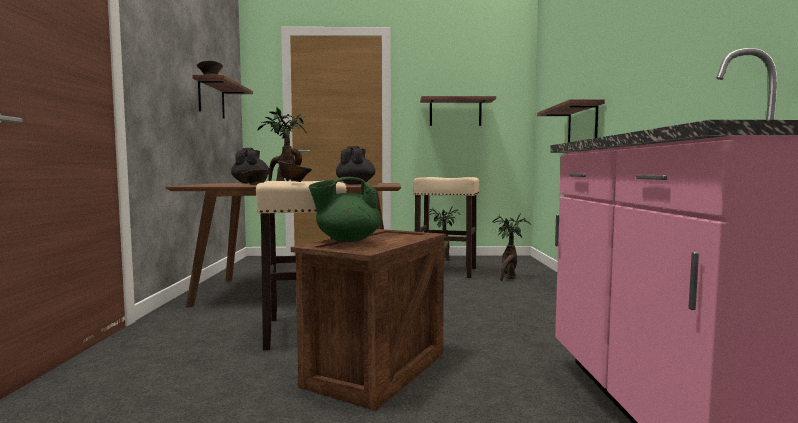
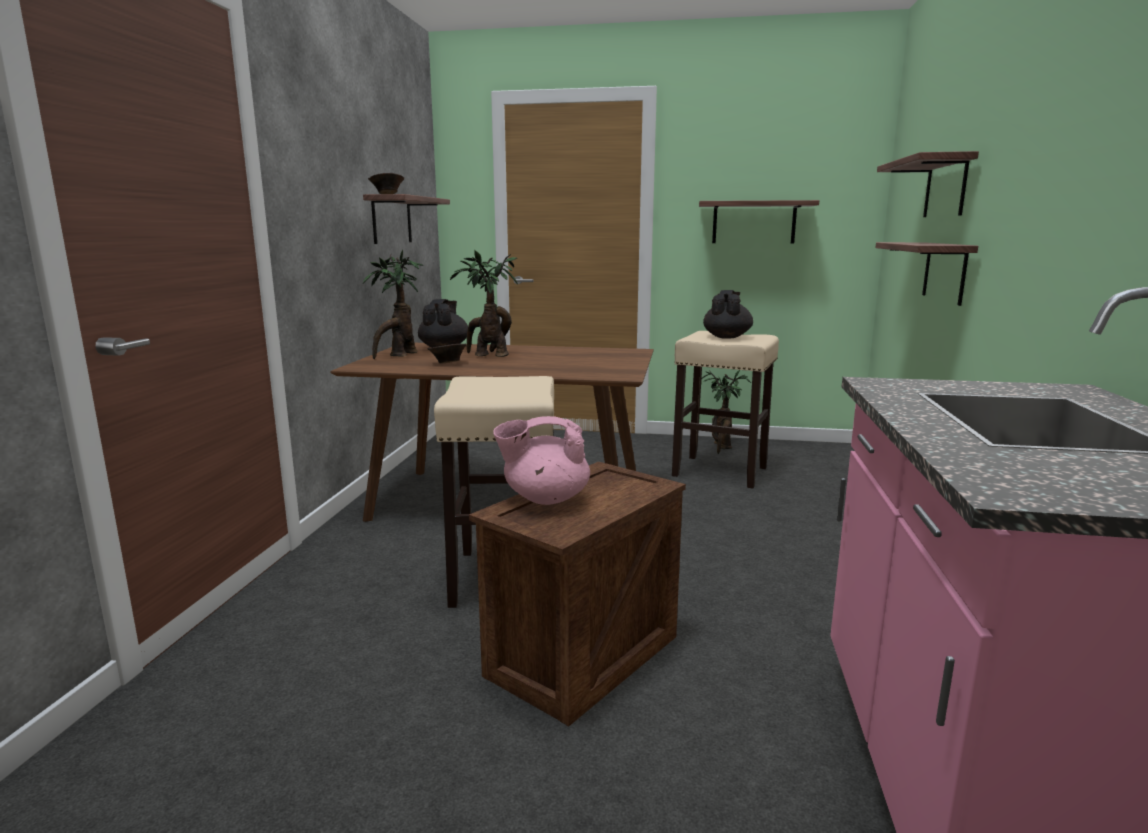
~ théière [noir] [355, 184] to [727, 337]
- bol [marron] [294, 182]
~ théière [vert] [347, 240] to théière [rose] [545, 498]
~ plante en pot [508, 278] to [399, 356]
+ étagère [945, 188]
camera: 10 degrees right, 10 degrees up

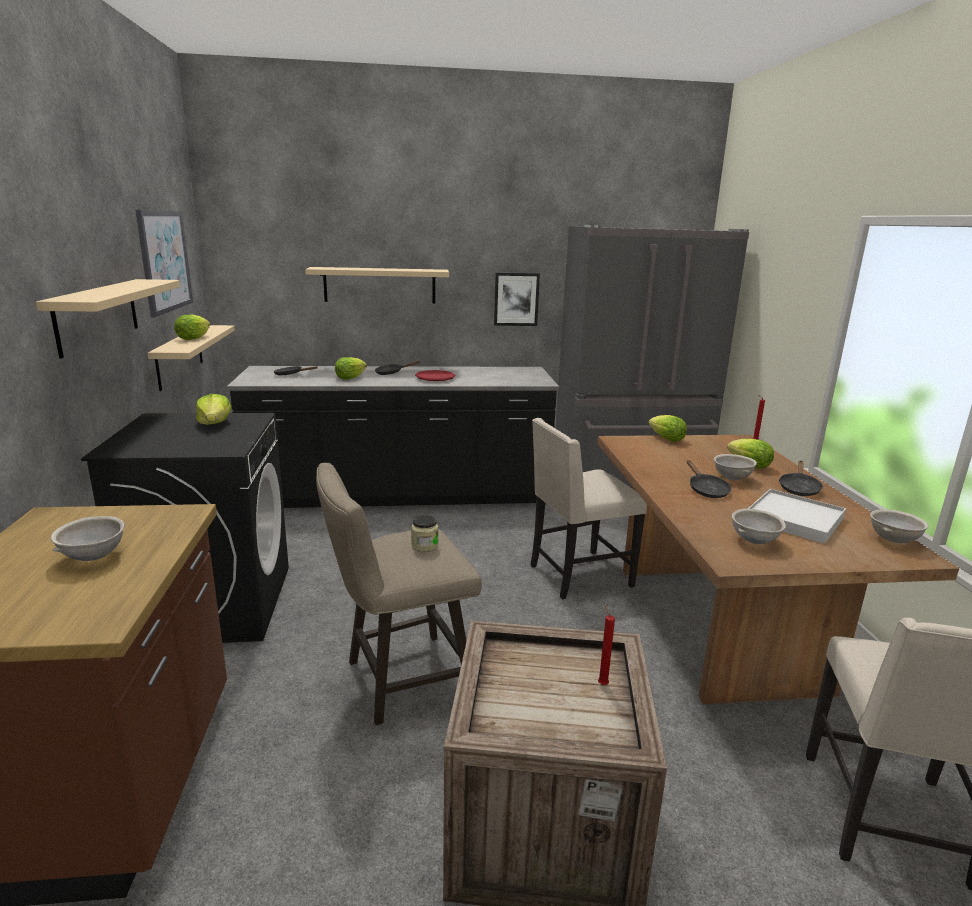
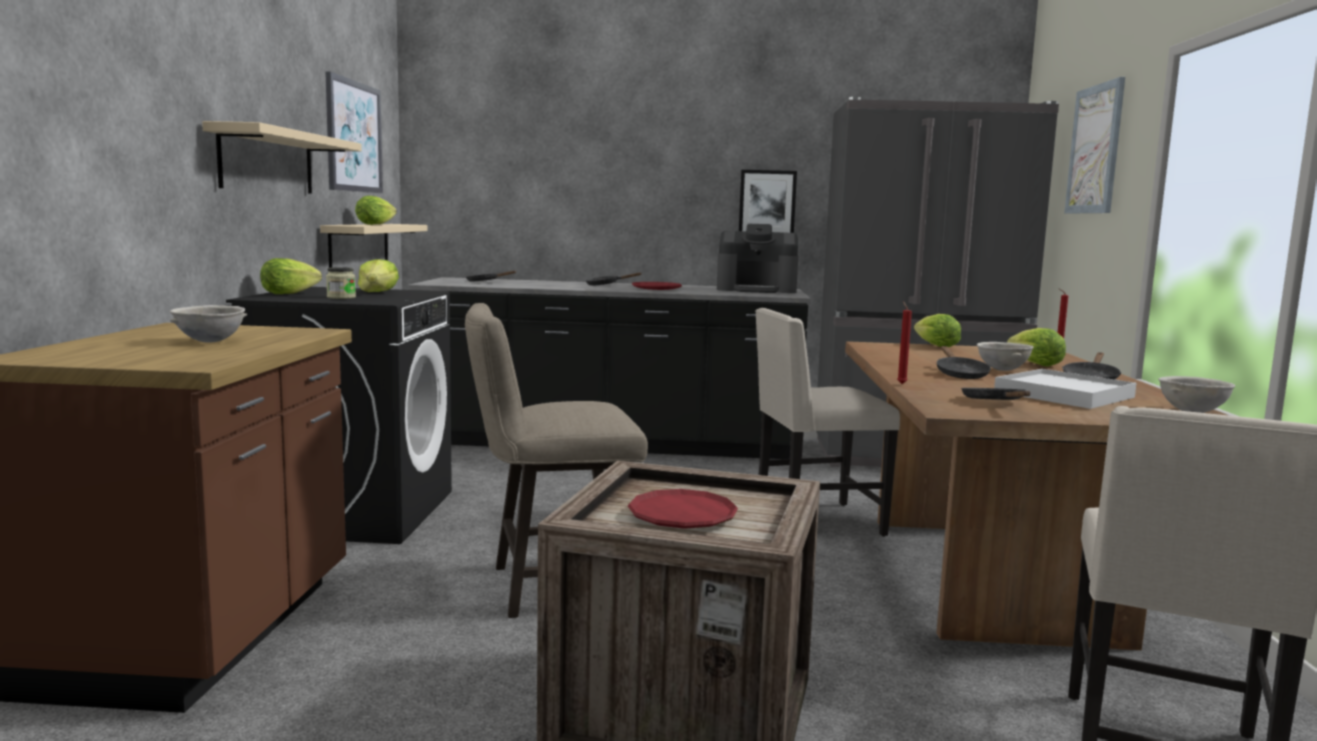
- étagère [beige] [380, 285]
~ laitue [350, 378] to [288, 293]
~ bol [gris] [755, 541] to poêle [noir] [995, 403]
~ bocal [424, 545] to [341, 297]
~ bougie [rouge] [602, 683] to [901, 383]
+ tableau [1095, 149]
+ machine à café [757, 290]
+ assiette [rouge] [682, 517]
camera: 10 degrees right, 10 degrees down

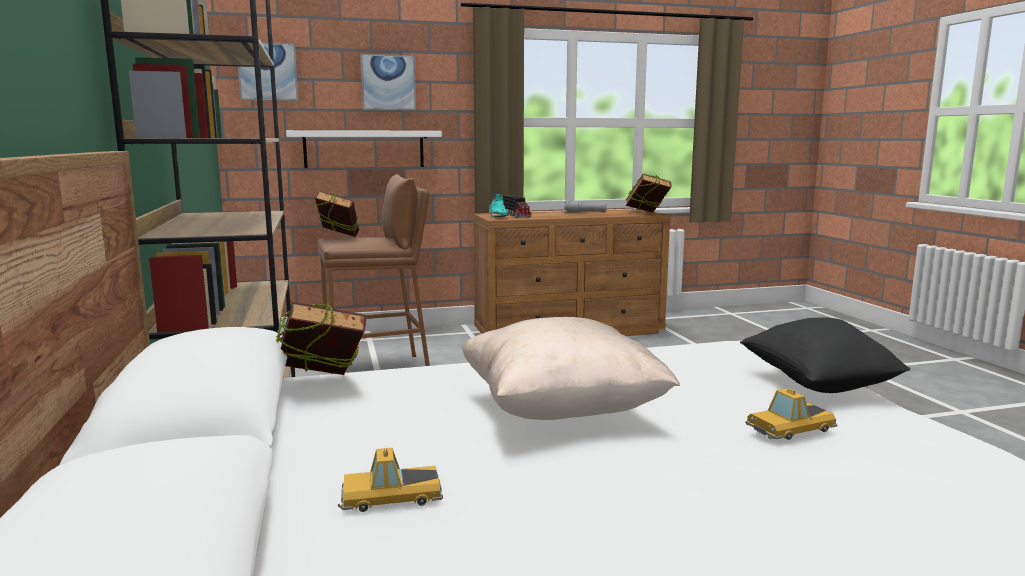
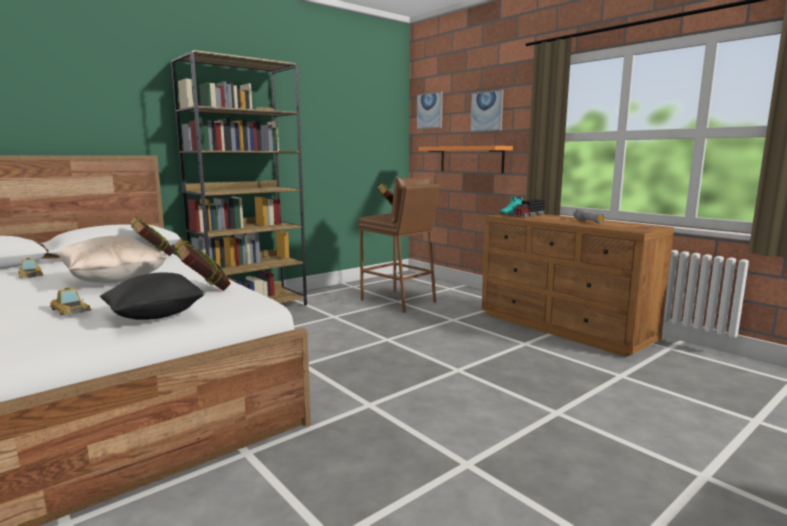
~ étagère [blanc] [364, 149] to étagère [orange] [471, 159]
~ livre [647, 214] to [204, 290]
camera: 65 degrees right, 0 degrees up

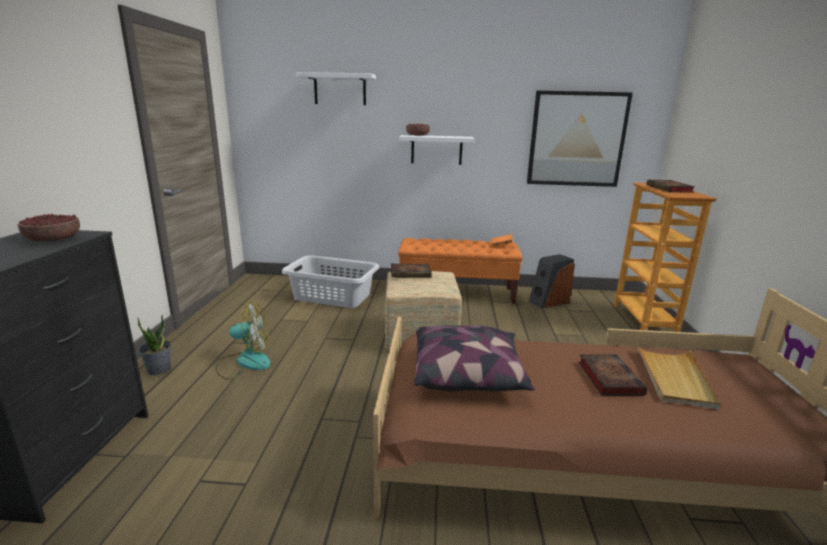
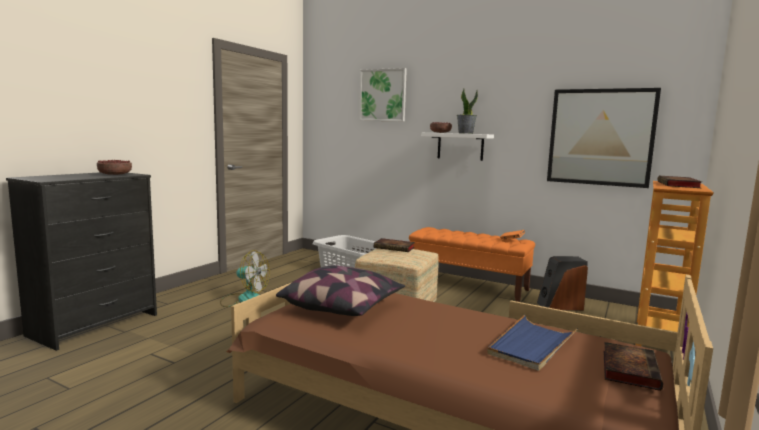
~ étagère [blanc] [340, 89] to tableau [383, 95]
~ plante en pot [159, 369] to [465, 133]
~ plateau [beige] [674, 378] to plateau [bleu] [531, 345]
~ livre [608, 377] to [628, 369]
camera: 25 degrees right, 10 degrees down

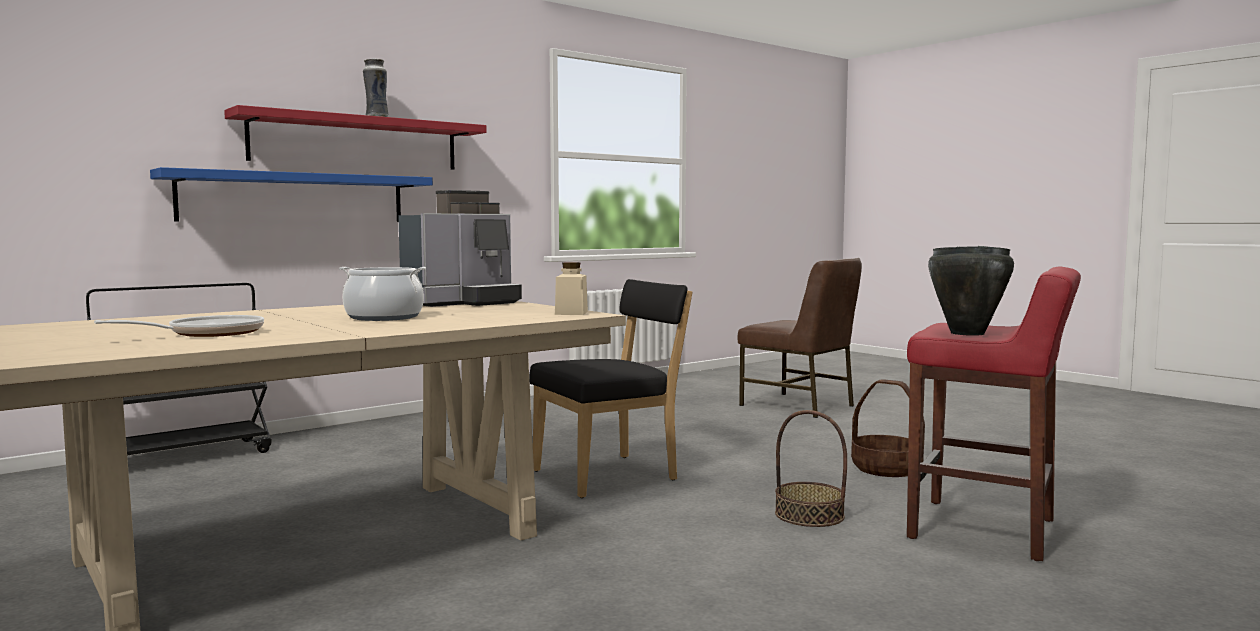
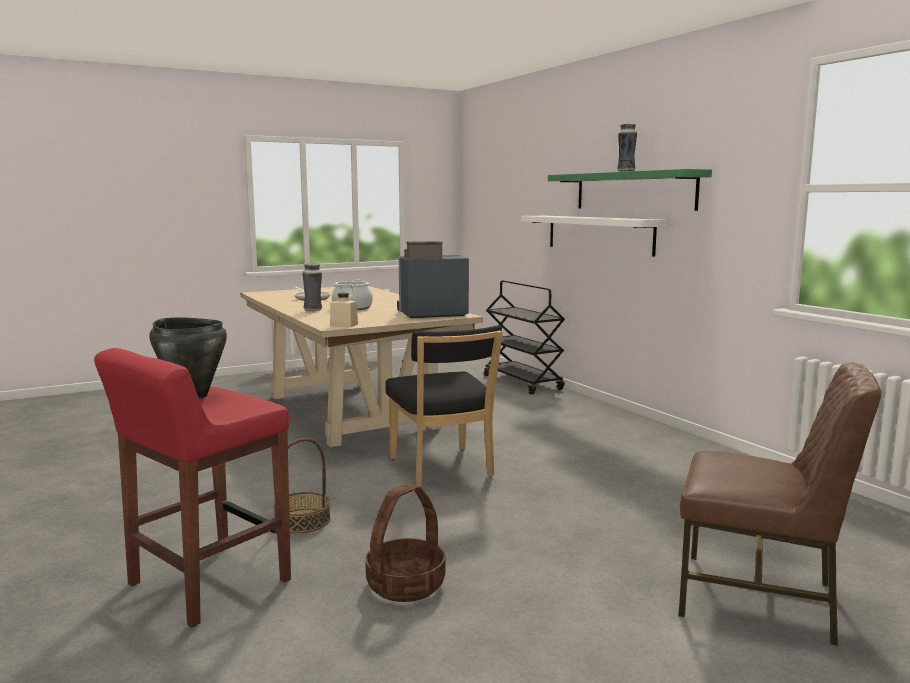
~ étagère [rouge] [357, 142] to étagère [vert] [633, 191]
~ étagère [bleu] [295, 198] to étagère [blanc] [598, 234]
~ machine à café [463, 302] = [430, 314] 105 degrees clockwise
~ chaise [marron] [799, 406] = [760, 599] 120 degrees counterclockwise
+ vase [313, 310]
camera: 100 degrees right, 5 degrees up

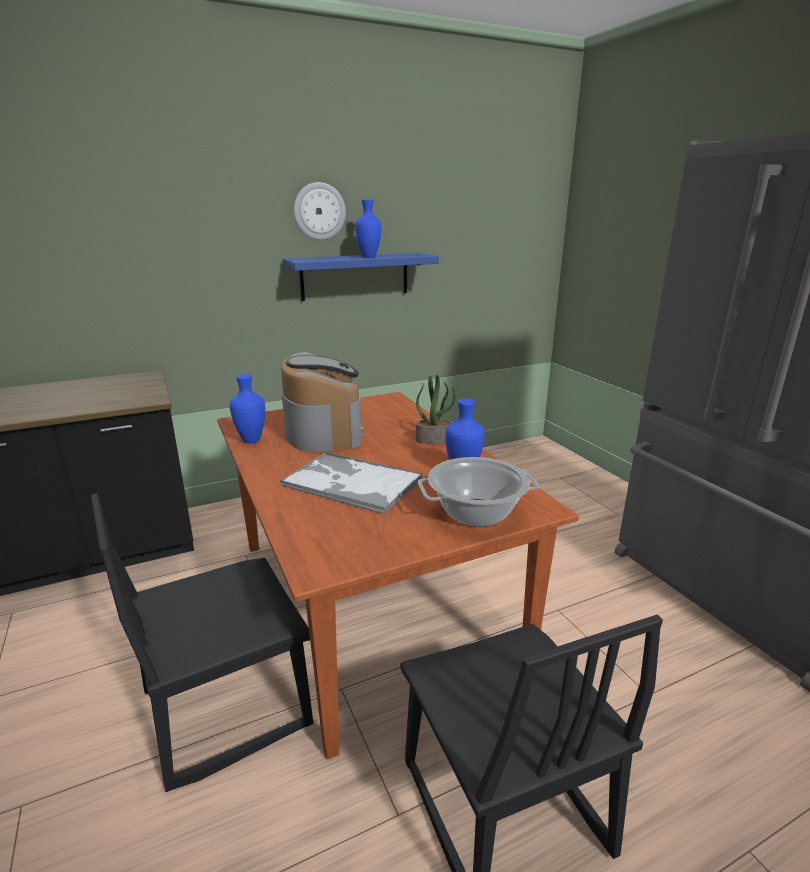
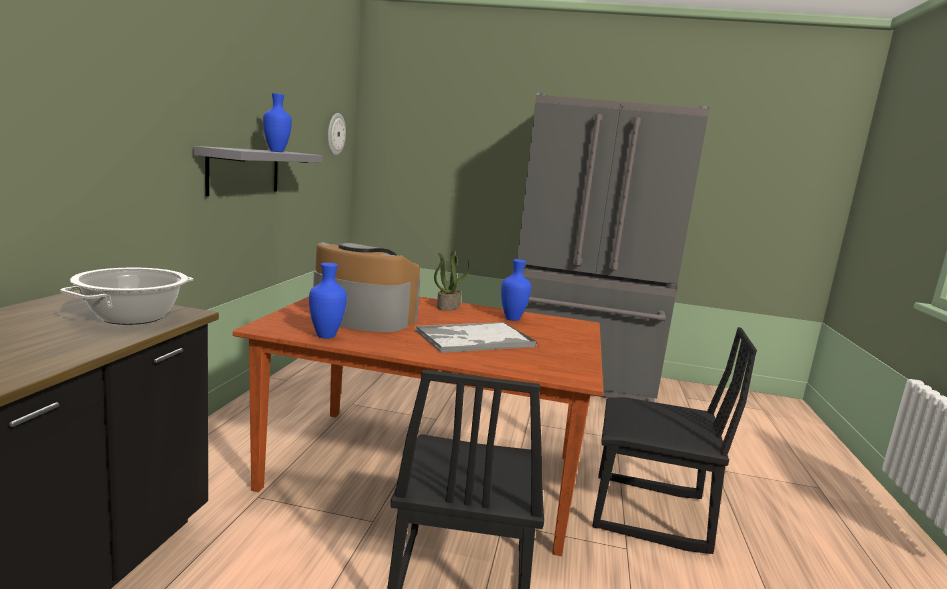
~ horloge murale [319, 211] to [335, 134]
~ étagère [bleu] [355, 276] to étagère [gris] [244, 171]
~ marmite [476, 513] to [133, 317]
camera: 55 degrees left, 10 degrees down

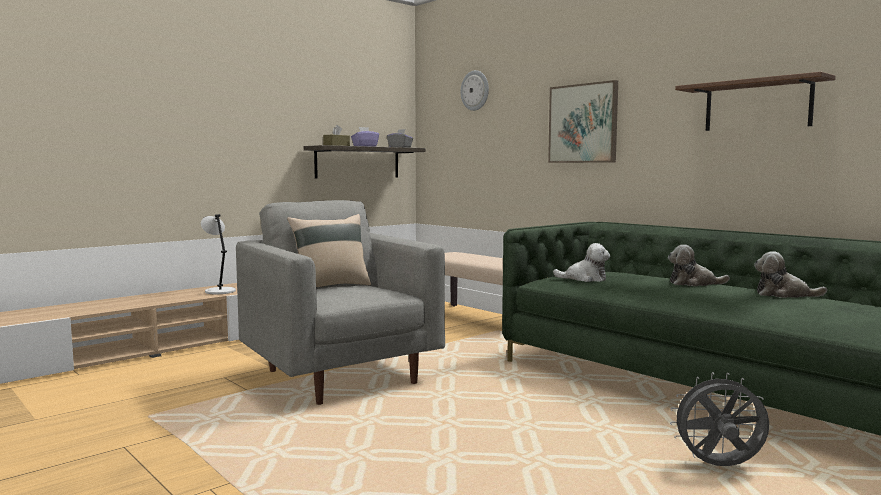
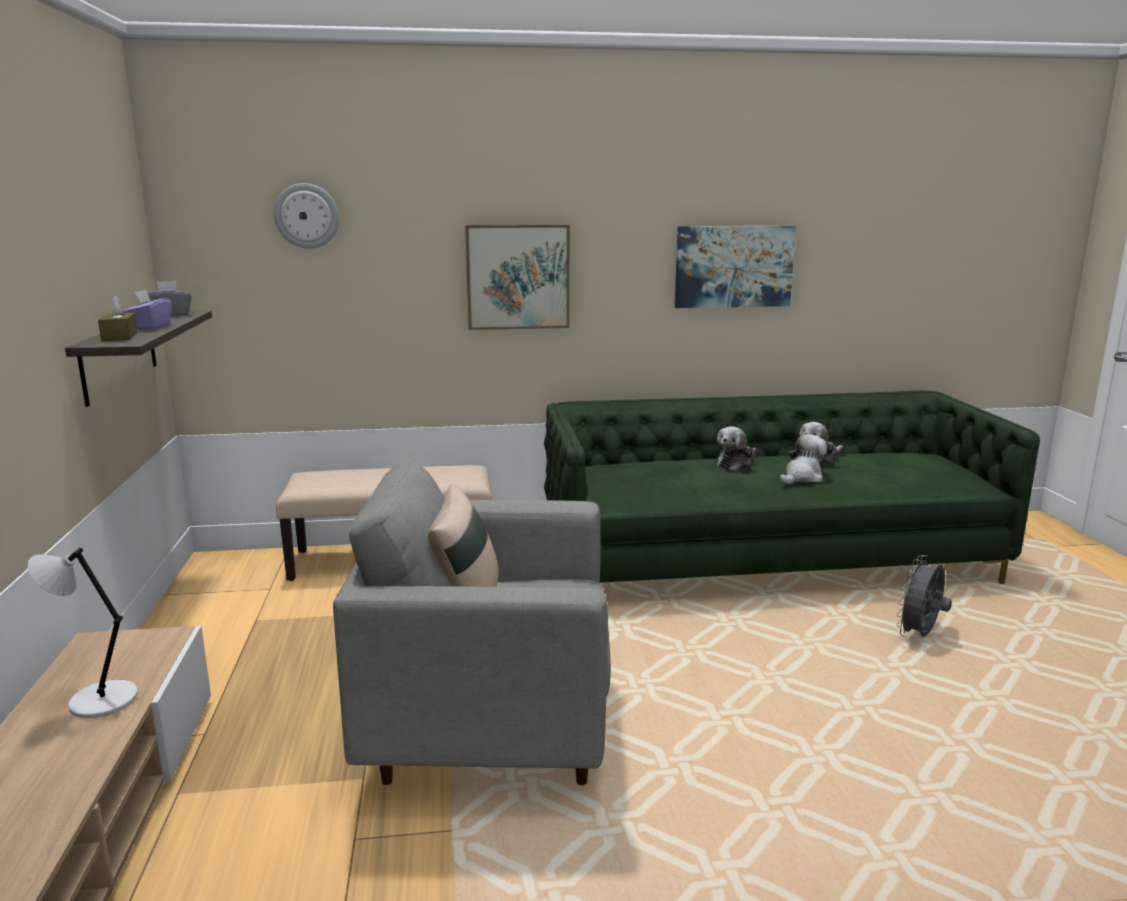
~ étagère [marron] [757, 105] to tableau [733, 266]
~ peluche [584, 279] to [801, 477]
camera: 55 degrees left, 10 degrees up

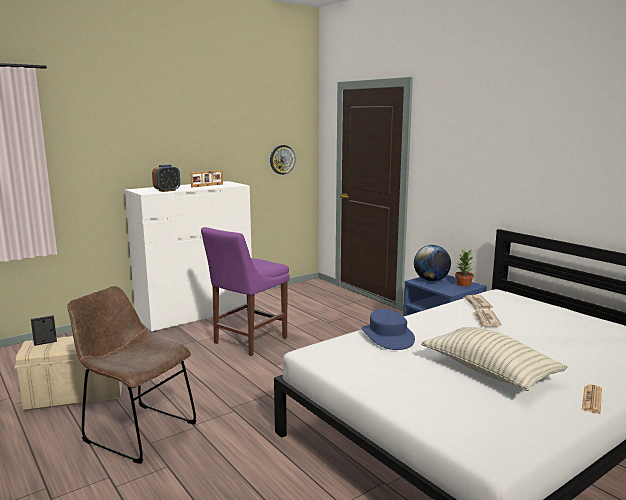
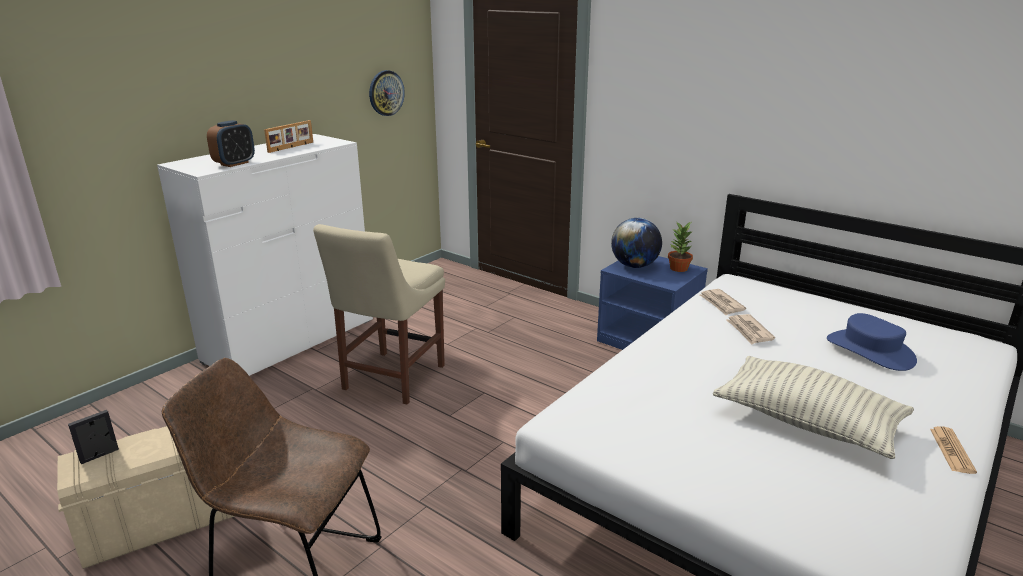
~ chaise [violet] [247, 341] to chaise [beige] [390, 379]
~ chapeau [bleu] [387, 337] to [870, 350]
camera: 15 degrees left, 10 degrees up

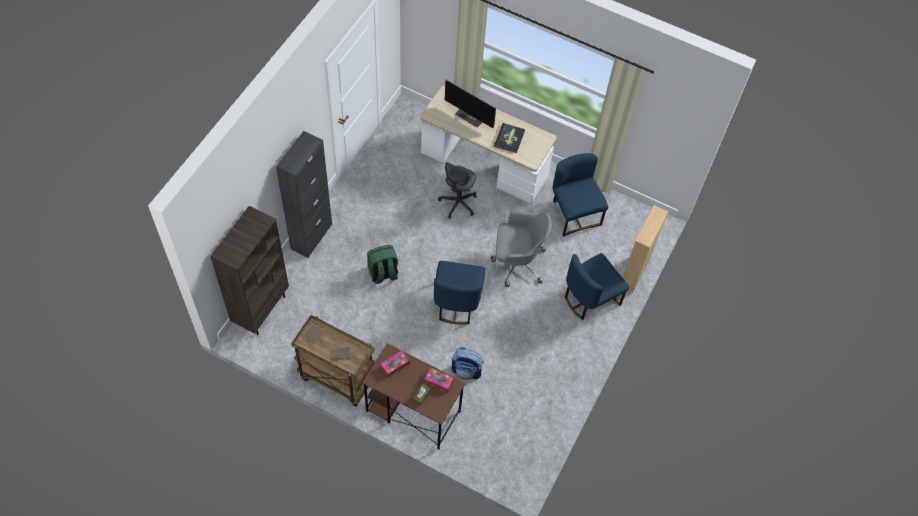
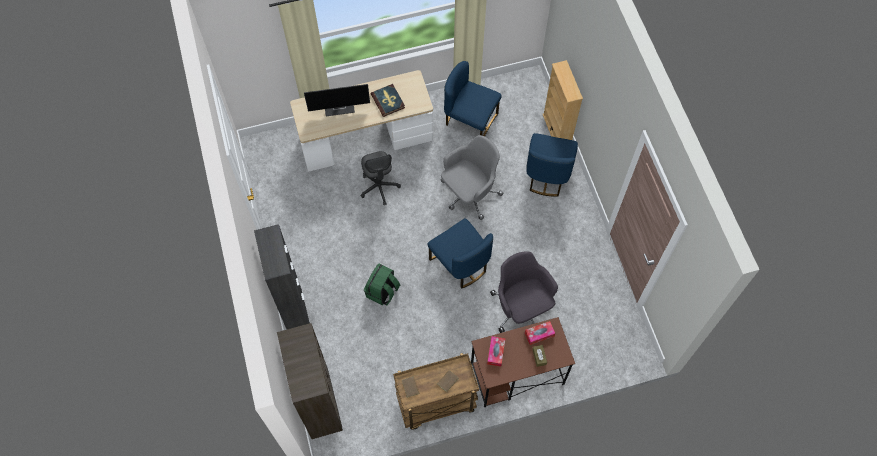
~ sac à dos [467, 371] to chaise de bureau [gris] [521, 308]
camera: 40 degrees left, 5 degrees up

